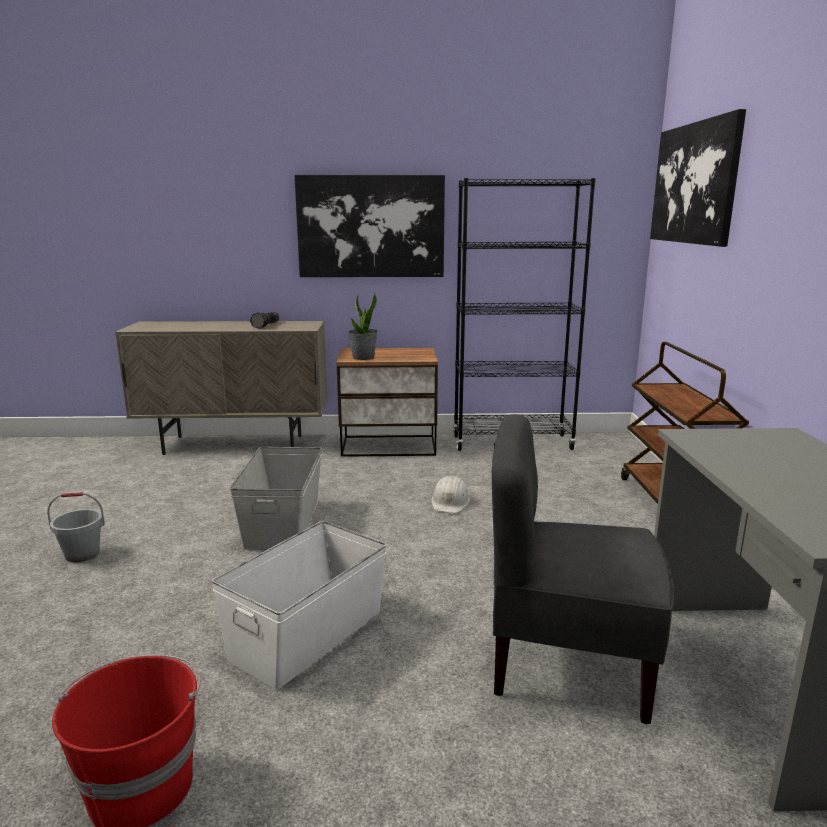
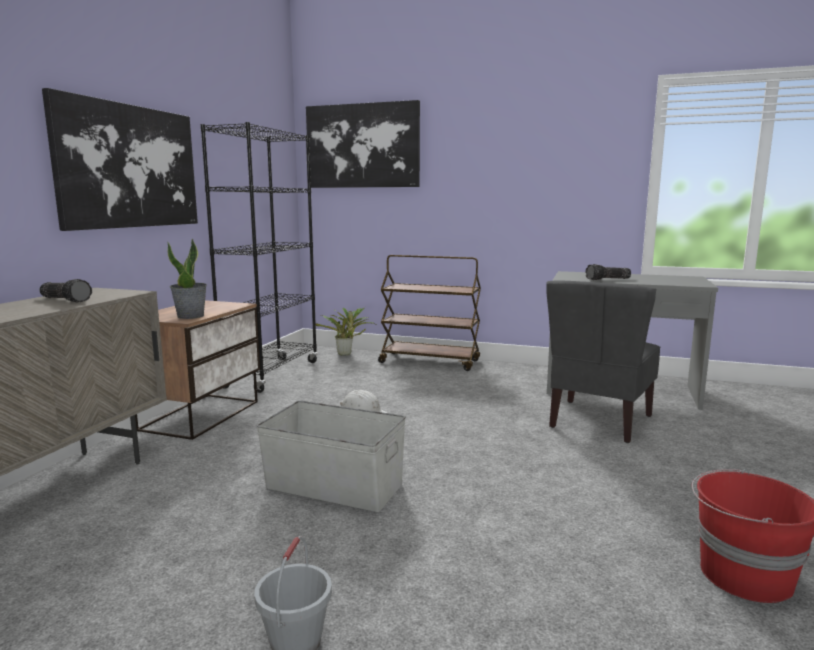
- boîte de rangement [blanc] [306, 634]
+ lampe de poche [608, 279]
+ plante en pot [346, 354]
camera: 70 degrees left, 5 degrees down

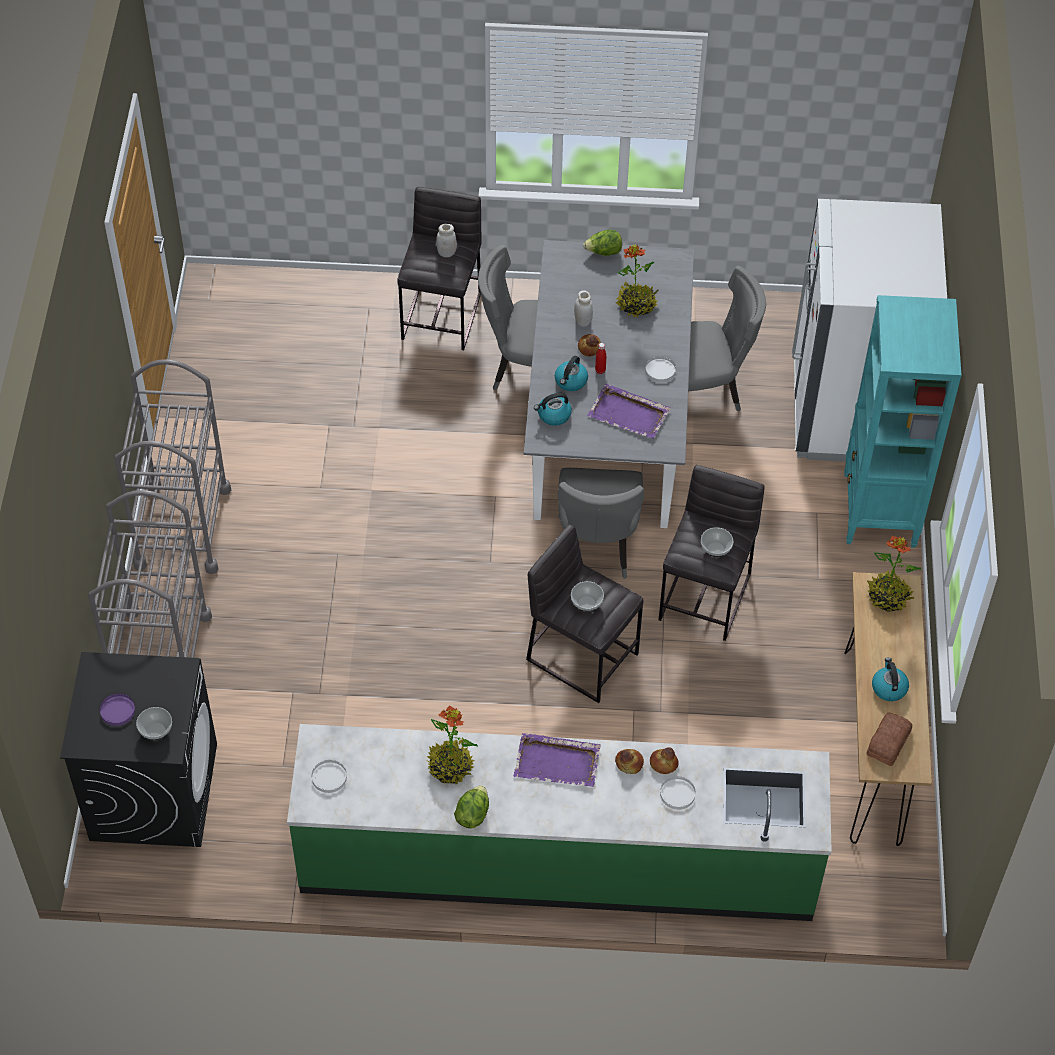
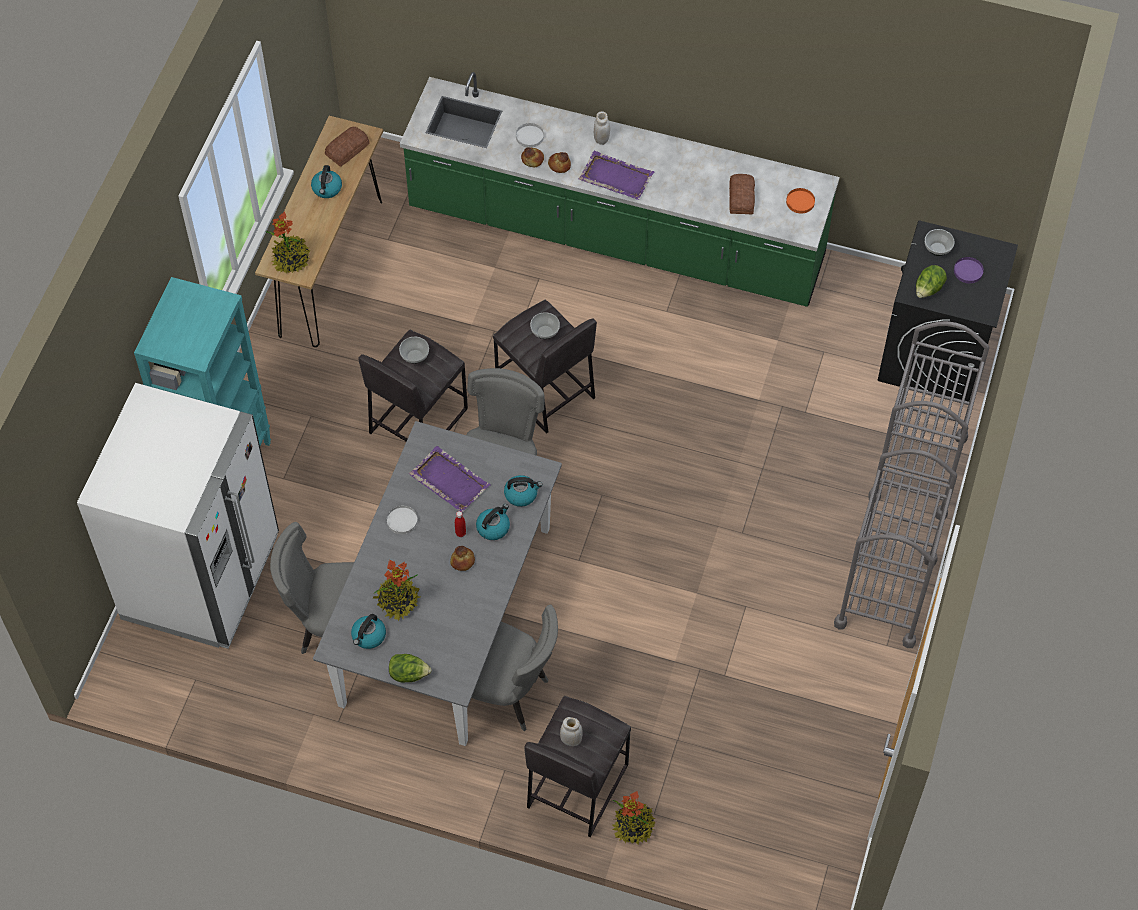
~ bocal [blanc] [583, 321] to [601, 139]
~ plante en pot [450, 767] to [633, 826]
~ assiette [blanc] [329, 777] to assiette [orange] [800, 201]
~ laitue [472, 814] to [928, 289]
+ pain [742, 197]
+ bouilloire [368, 636]
camera: 165 degrees left, 5 degrees up

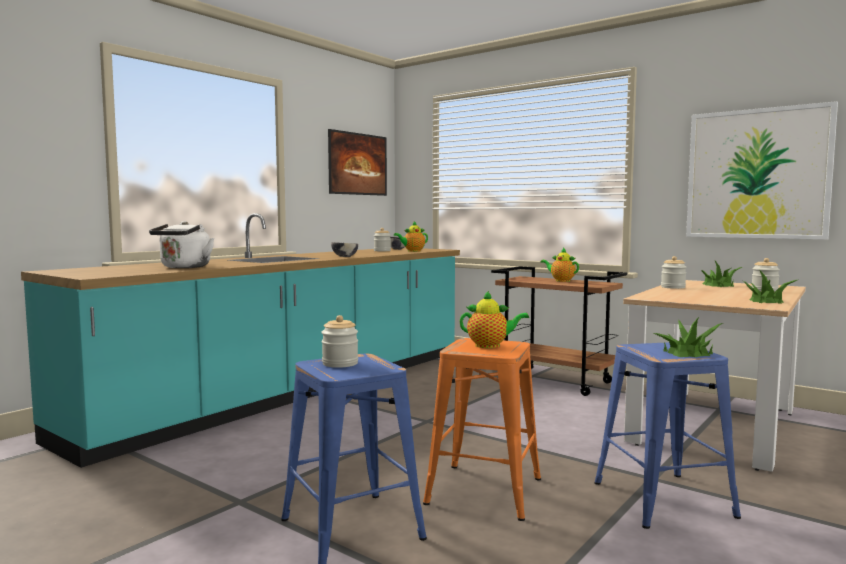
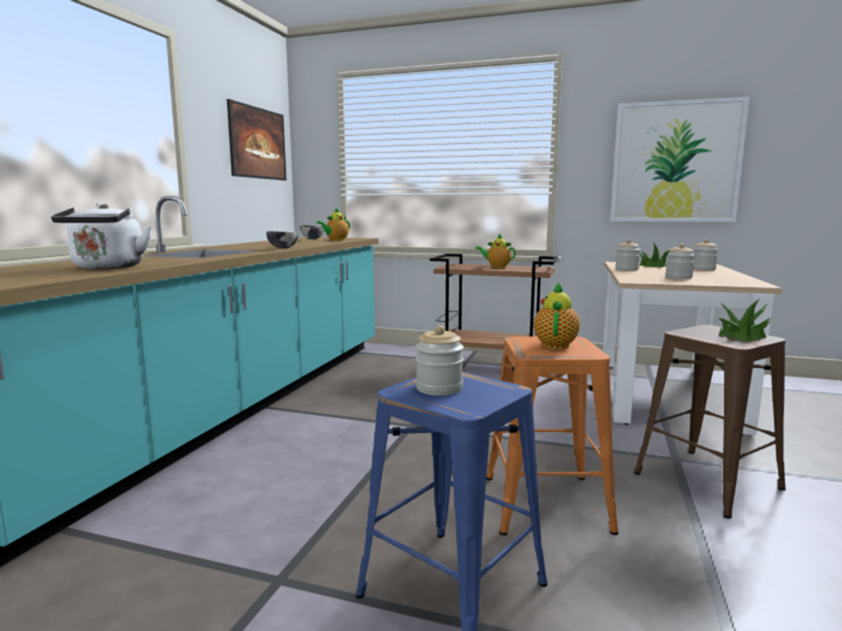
~ bocal [382, 251] to [678, 277]
- plante en pot [766, 301]
~ théière [490, 346] = [555, 344] 60 degrees counterclockwise
~ tabouret [bleu] [664, 499] to tabouret [marron] [708, 480]
camera: 20 degrees left, 5 degrees up

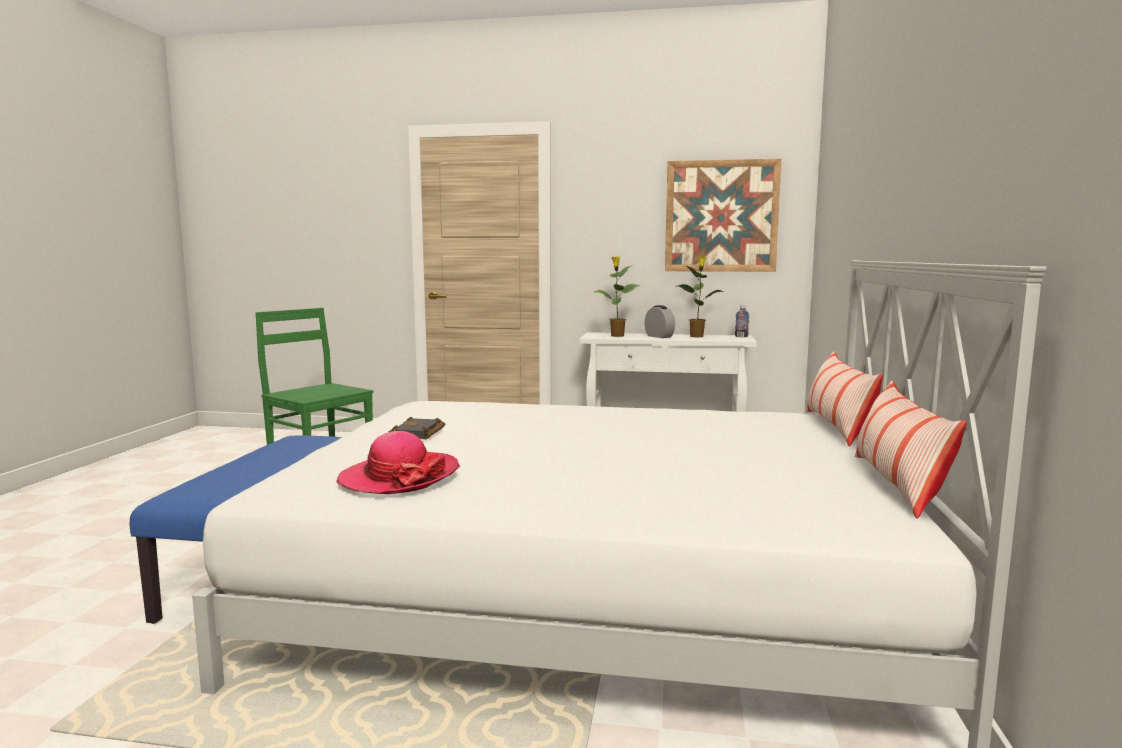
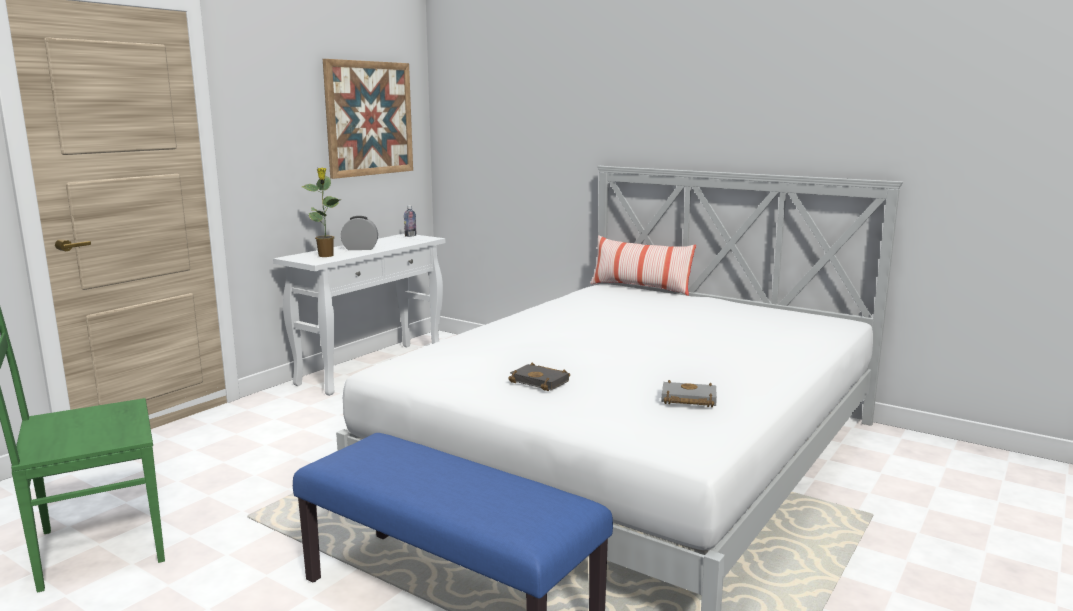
- plante en pot [697, 336]
- coussin [897, 484]
~ chapeau [399, 477] to livre [gris] [687, 400]
camera: 65 degrees left, 5 degrees up

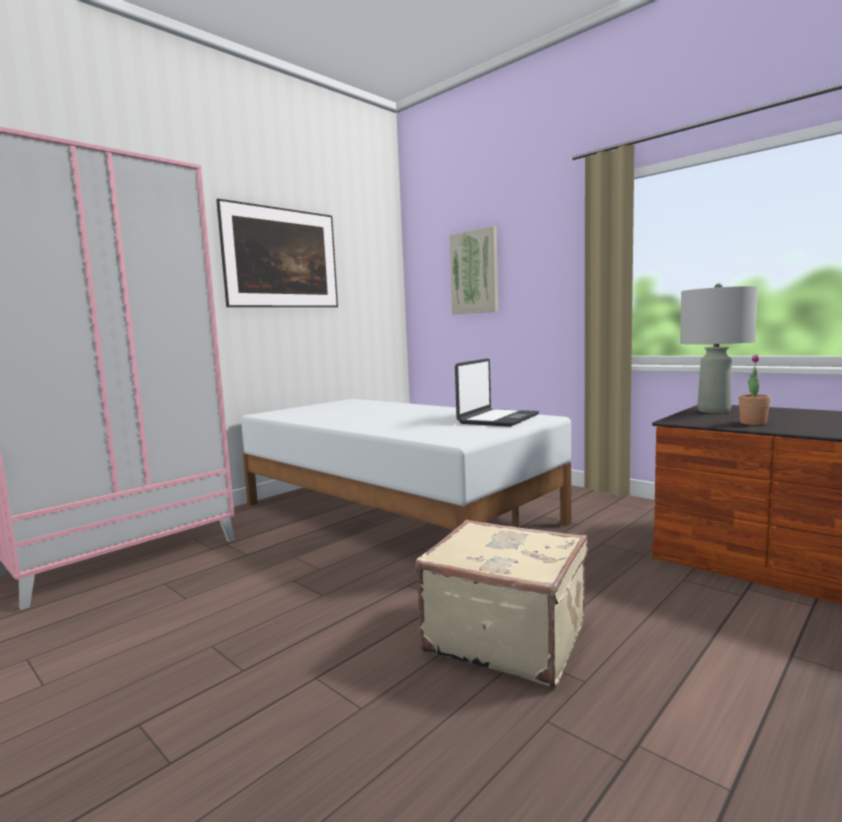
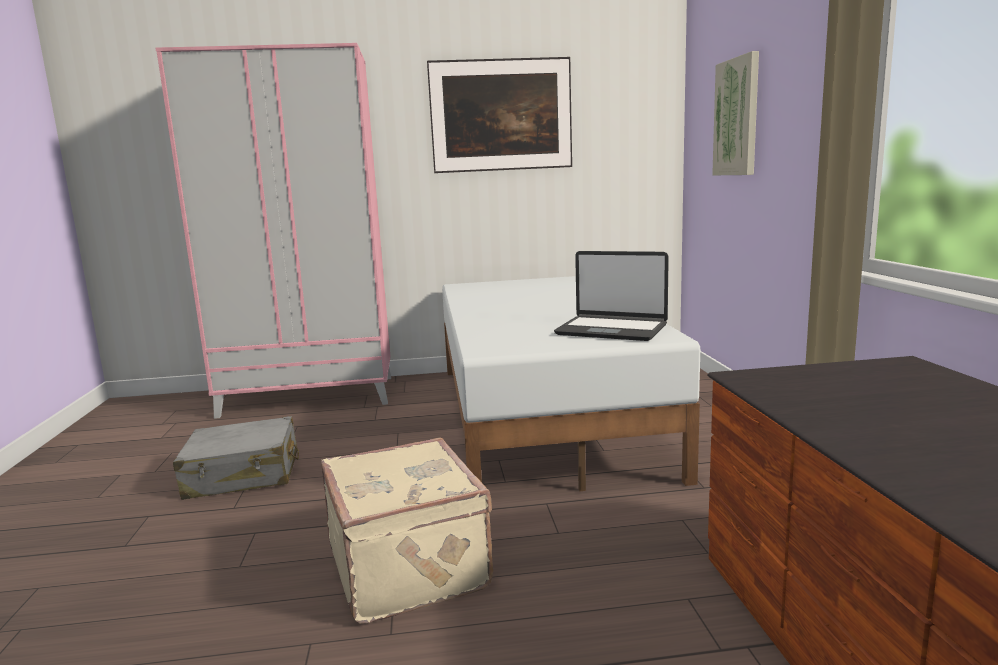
- lampe de table [gris] [713, 411]
- plante en pot [753, 423]
~ ordinateur portable [497, 419] = [611, 330] 45 degrees clockwise
+ valise [gris] [243, 475]
camera: 40 degrees right, 5 degrees up

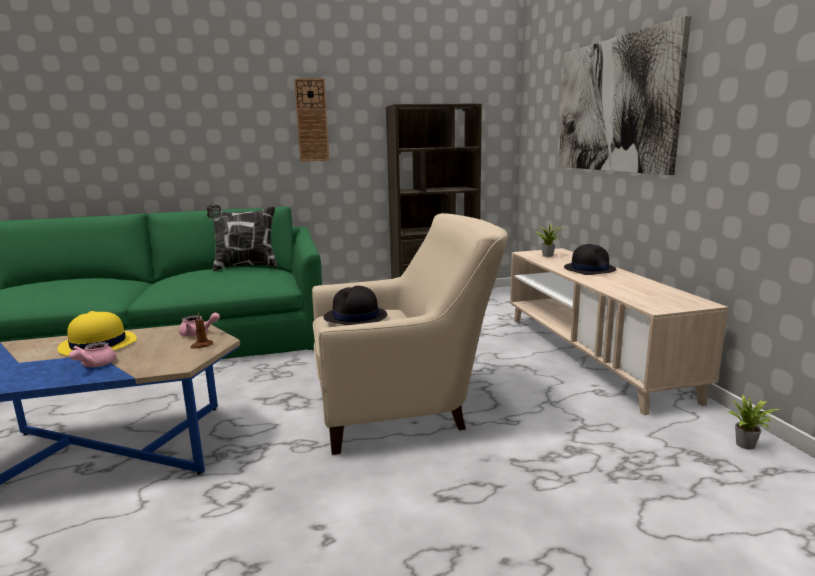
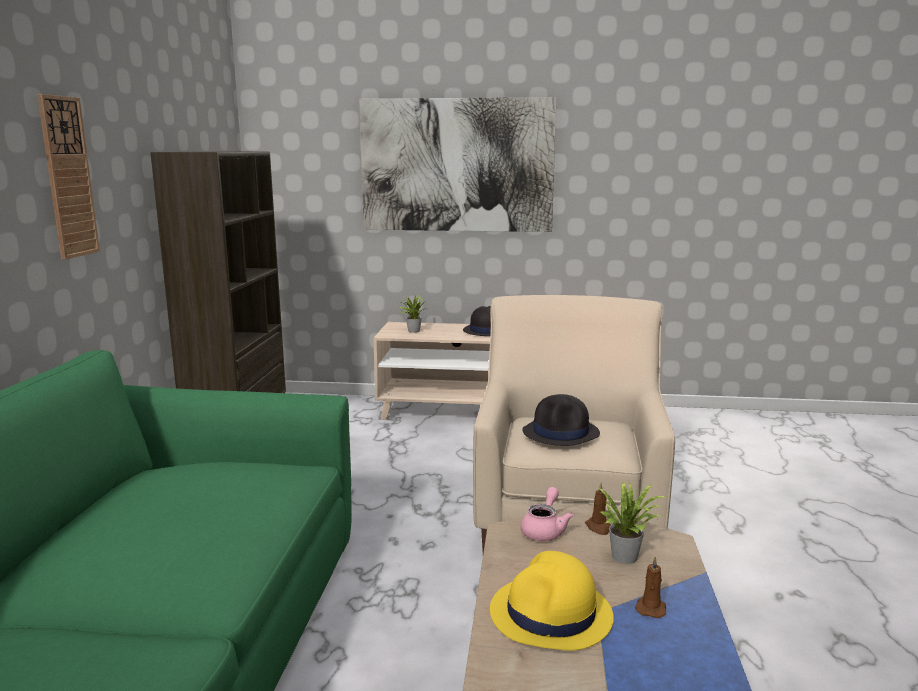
- coussin [245, 267]
~ théière [rose] [94, 365] to bougie [marron] [651, 608]
~ plante en pot [748, 445] to [627, 556]
camera: 70 degrees left, 0 degrees up

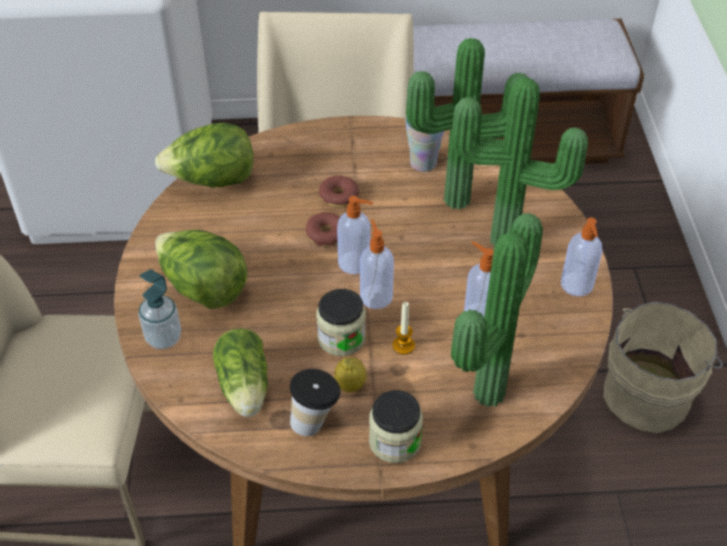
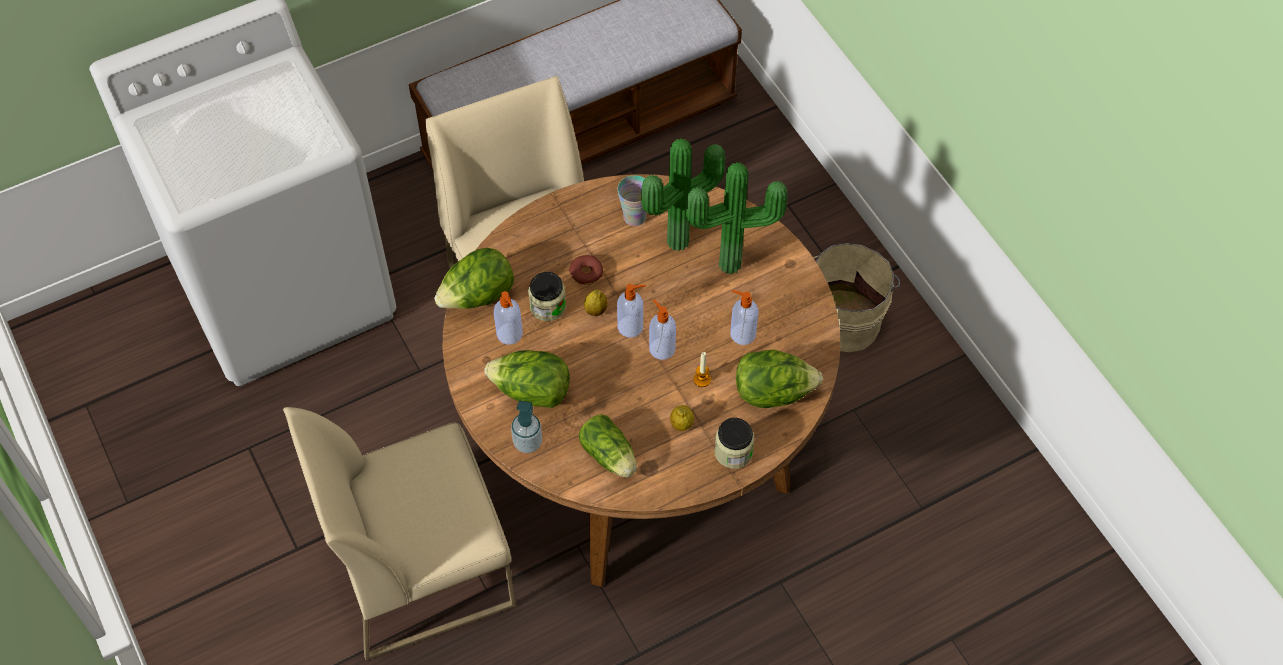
~ beignet [326, 234] to citron [596, 310]
~ plante en pot [482, 392] to laitue [773, 392]
~ distributeur de savon [577, 285] to [510, 335]
~ bocal [341, 338] to [548, 306]
- tasse [315, 422]
camera: 25 degrees left, 10 degrees up

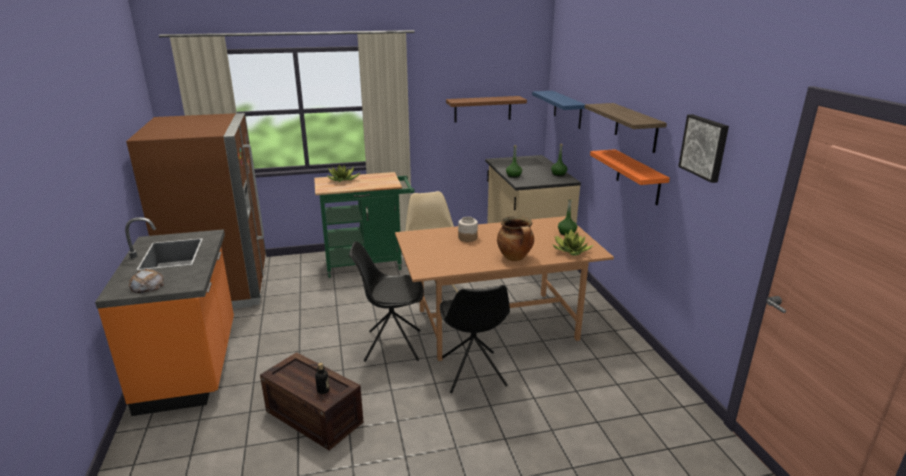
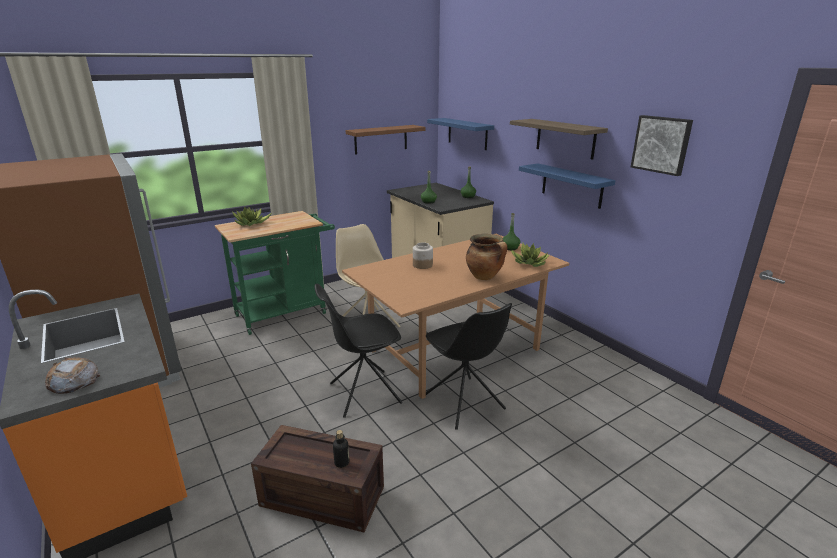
~ étagère [orange] [638, 177] to étagère [bleu] [572, 185]
camera: 20 degrees left, 0 degrees up

